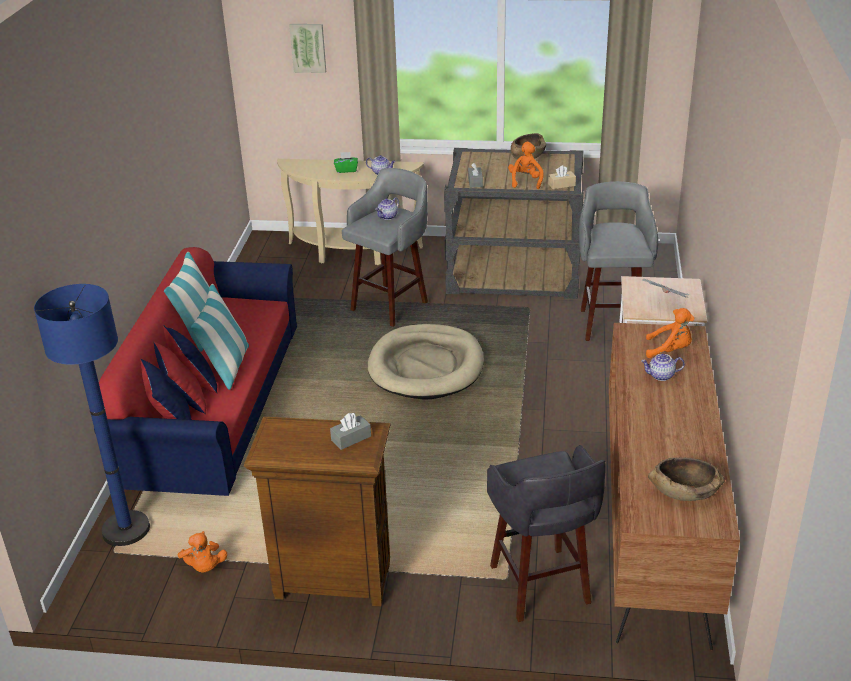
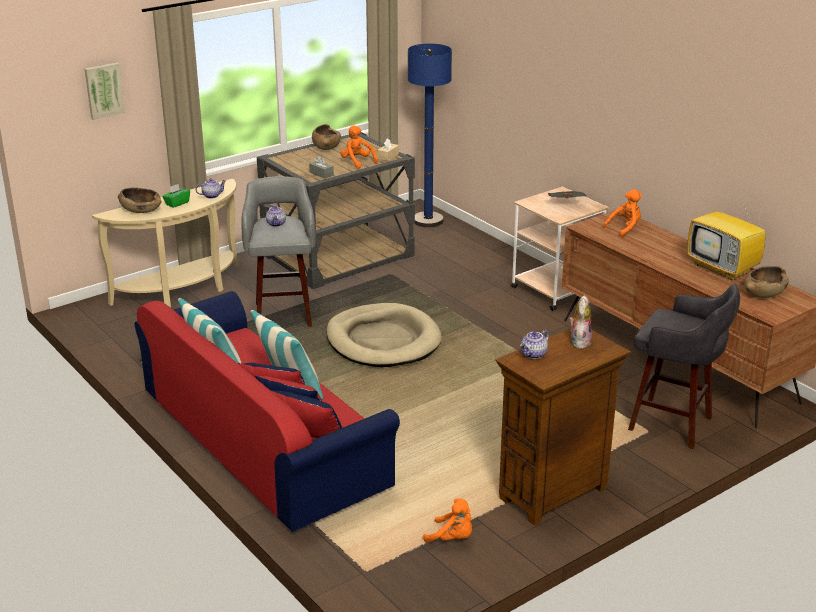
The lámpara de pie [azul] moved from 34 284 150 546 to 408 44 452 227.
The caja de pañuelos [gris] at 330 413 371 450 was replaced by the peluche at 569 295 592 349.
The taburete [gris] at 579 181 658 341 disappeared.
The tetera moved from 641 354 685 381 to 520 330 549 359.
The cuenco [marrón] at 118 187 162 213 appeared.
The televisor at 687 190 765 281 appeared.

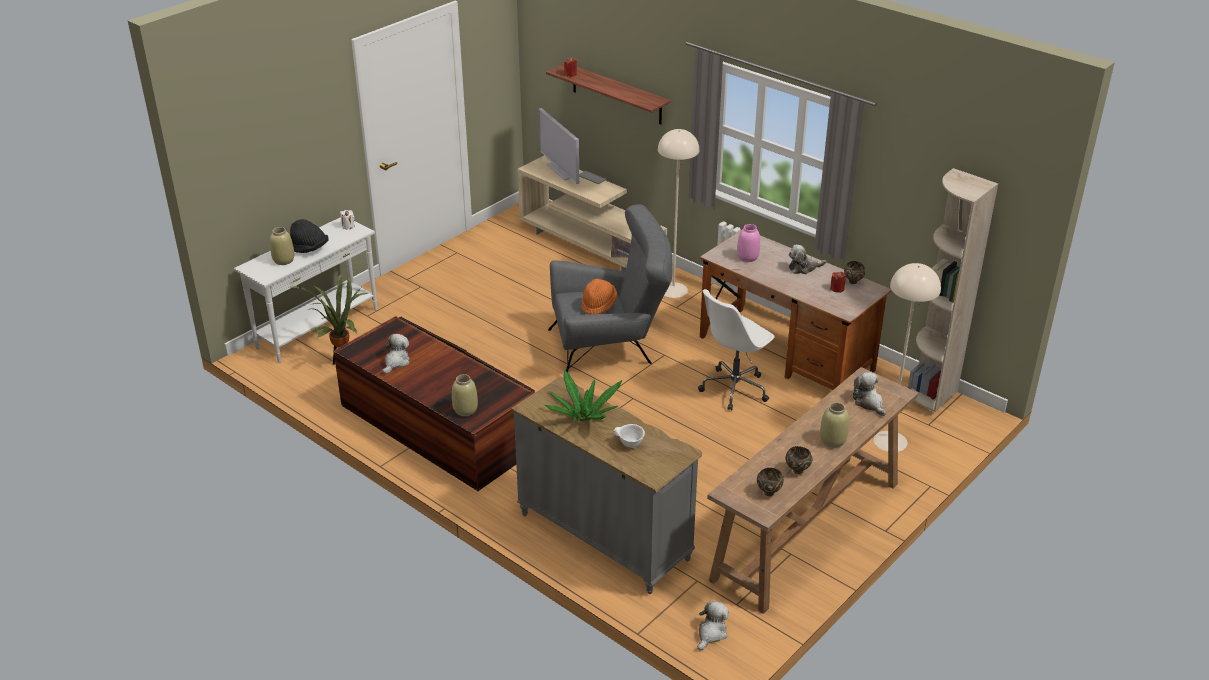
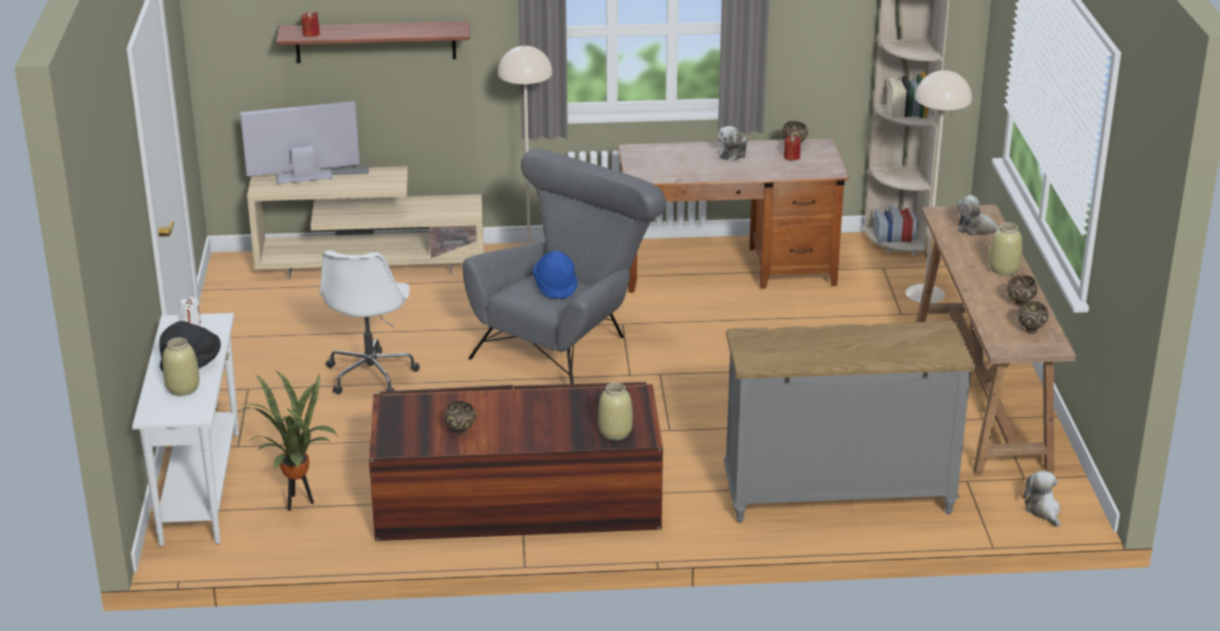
The peluche at 382 334 410 374 was replaced by the cuenco [marrón] at 444 401 476 435.
The televisor at 539 108 579 184 turned 150 degrees clockwise.
The planta en maceta at 545 370 622 421 disappeared.
The sombrero [naranja] at 582 279 617 314 became the sombrero [azul] at 533 251 578 299.
The cuenco [blanco] at 613 424 645 448 disappeared.
The silla de oficina [blanco] moved from 698 289 775 411 to 320 250 420 394.
The florero [rosa] at 737 224 760 262 disappeared.

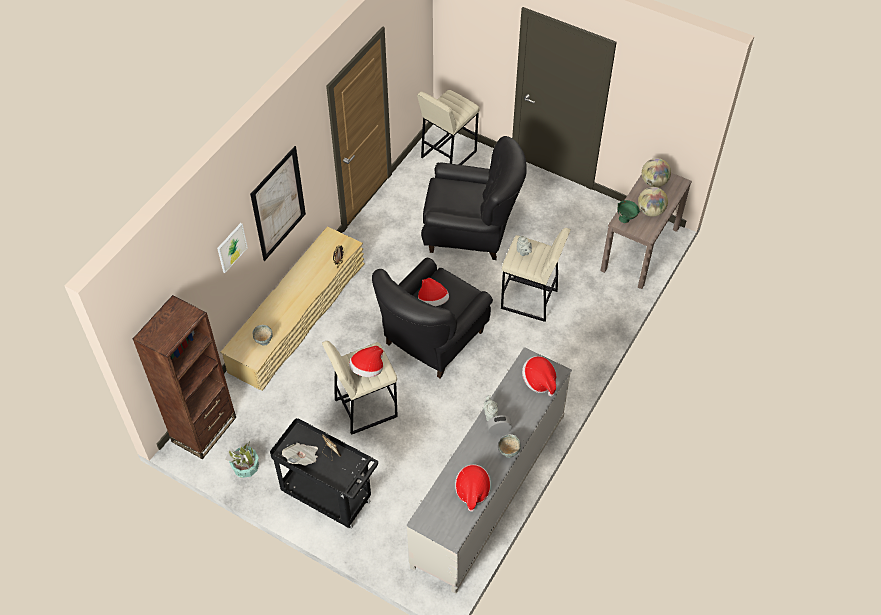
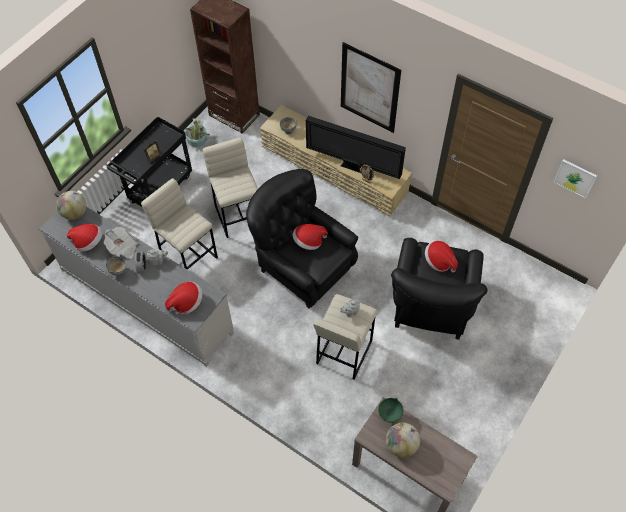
The cuadro moved from 217 223 248 273 to 553 159 597 199.
The periódico moved from 282 443 318 465 to 104 227 137 259.
The sombrero moved from 349 346 383 377 to 425 241 458 272.
The taburete [beis] moved from 417 90 480 165 to 141 178 218 270.
The globo terráqueo moved from 642 158 671 187 to 56 191 86 220.
The televisor at 306 116 406 179 appeared.

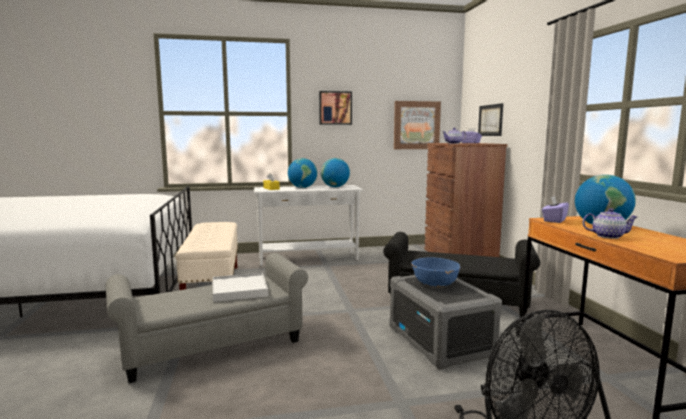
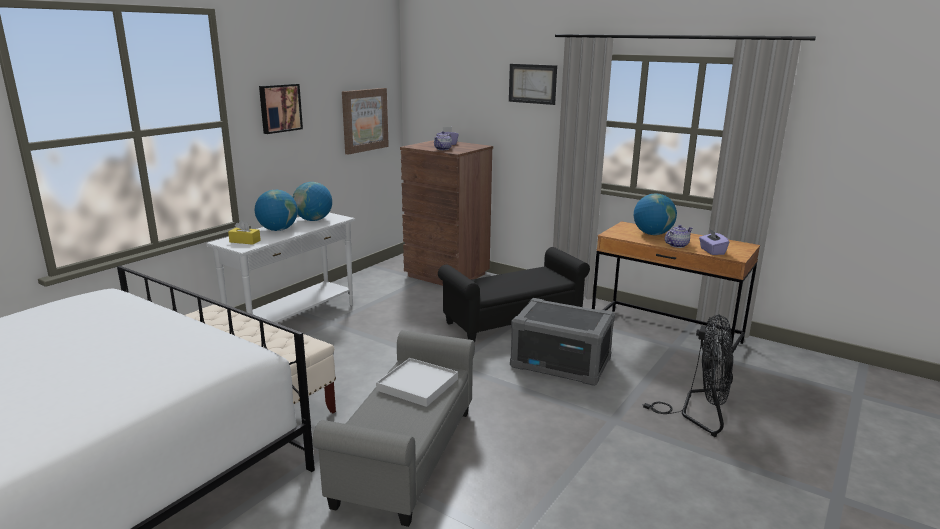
The cuenco [azul] at 412 257 461 287 disappeared.
The cuadro moved from 478 103 503 136 to 509 64 557 105.
The caja de pañuelos [morado] moved from 542 196 569 223 to 699 229 729 255.

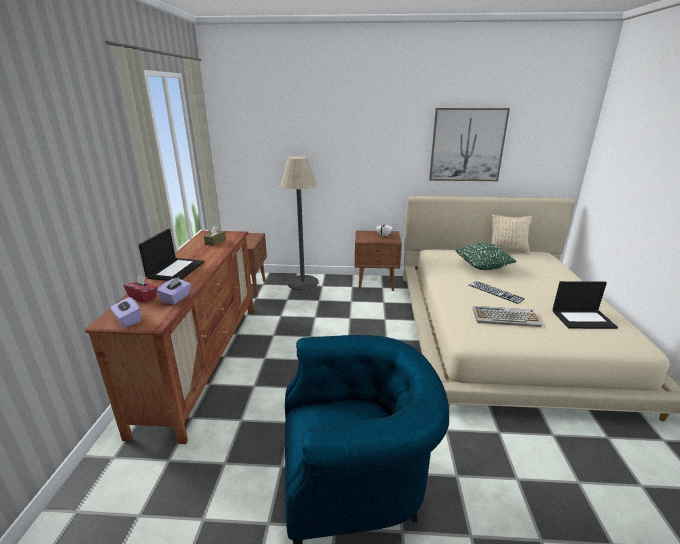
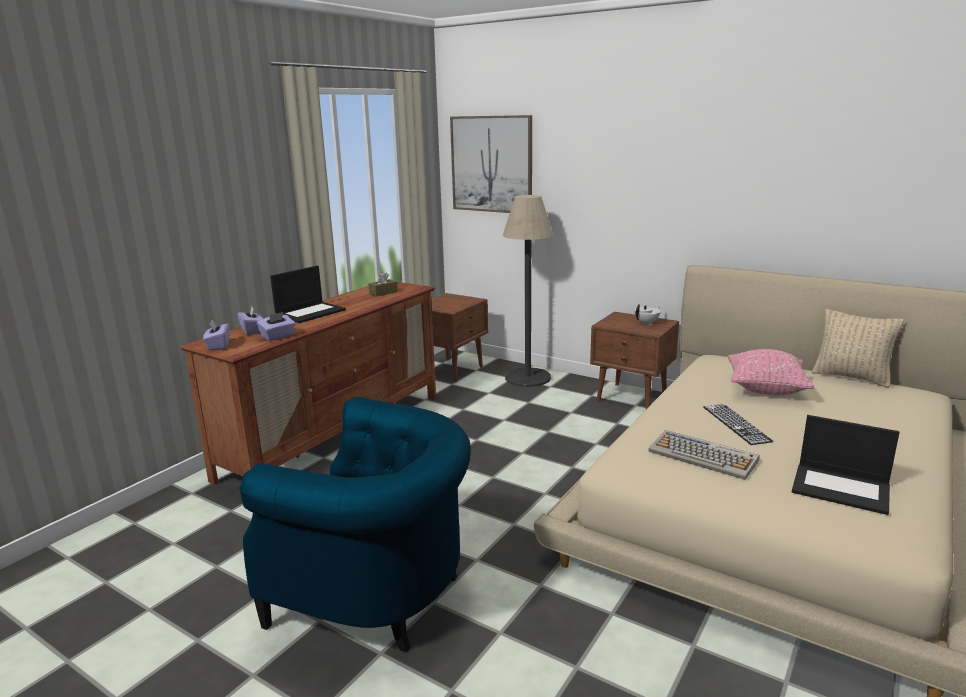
The caja de pañuelos [rojo] at 123 275 158 303 became the caja de pañuelos [morado] at 237 307 263 335.
The cuadro moved from 429 108 510 181 to 450 115 532 213.
The cojín [verde] at 455 243 516 270 became the cojín [rosa] at 728 349 814 396.

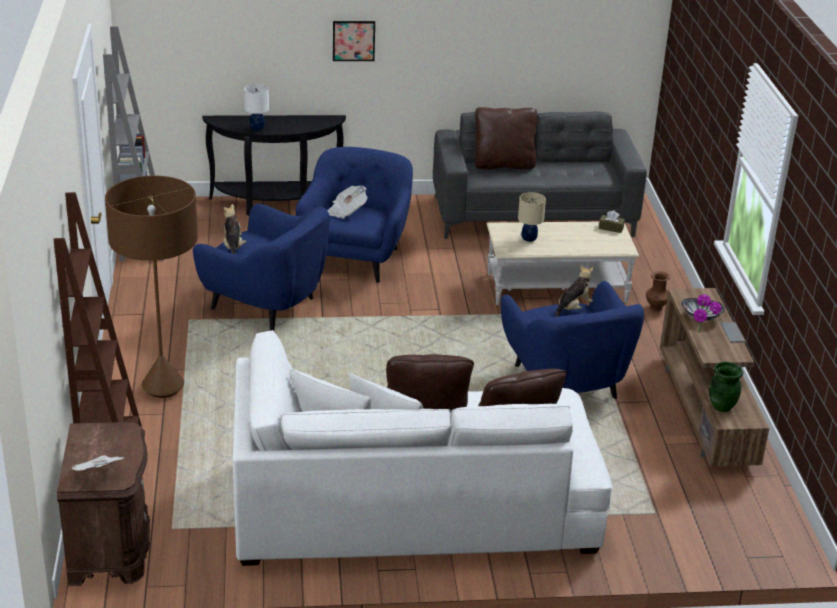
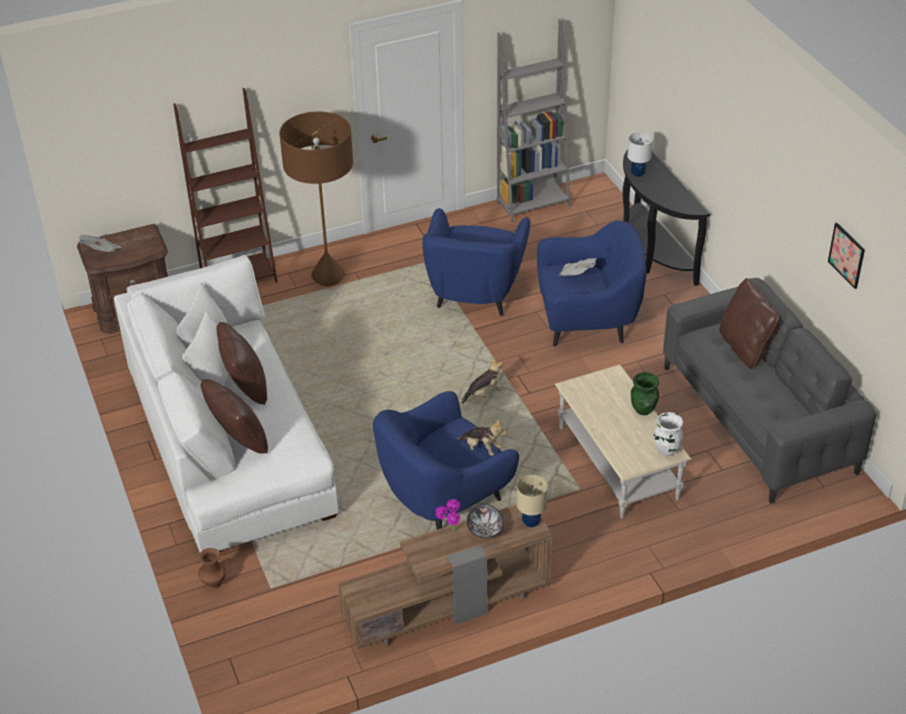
The peluche moved from 223 204 246 254 to 462 359 502 404.
The cuadro moved from 333 21 375 61 to 828 223 865 289.
The lámpara de mesa [beis] moved from 518 192 546 242 to 517 475 548 527.
The caja de pañuelos [marrón] at 599 210 625 233 was replaced by the florero [blanco] at 654 412 683 456.
The florero [marrón] moved from 646 271 670 312 to 198 548 226 589.
The florero [verde] moved from 709 362 743 412 to 631 372 659 415.

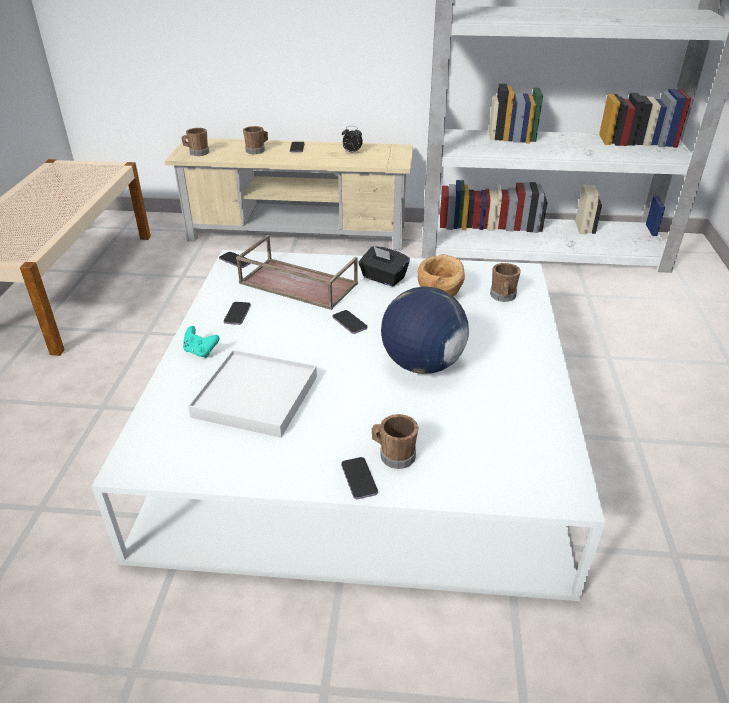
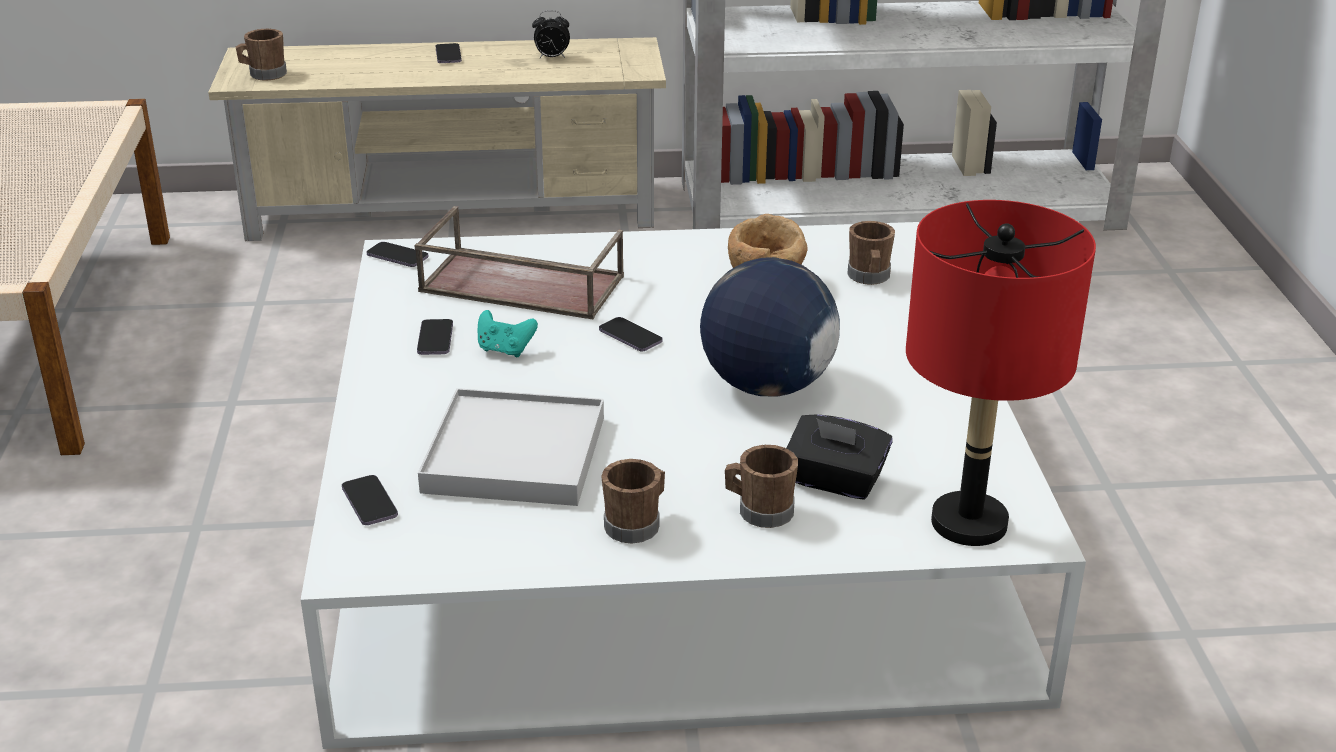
The mando de consola [turquesa] moved from 183 326 219 358 to 478 310 538 357.
The taza grande [marrón] moved from 243 126 268 154 to 601 459 665 544.
The móvil moved from 341 457 378 499 to 342 475 398 525.
The caja de pañuelos [negro] moved from 358 246 410 287 to 787 414 893 500.
The lámpara de mesa [rojo] at 906 200 1096 546 appeared.

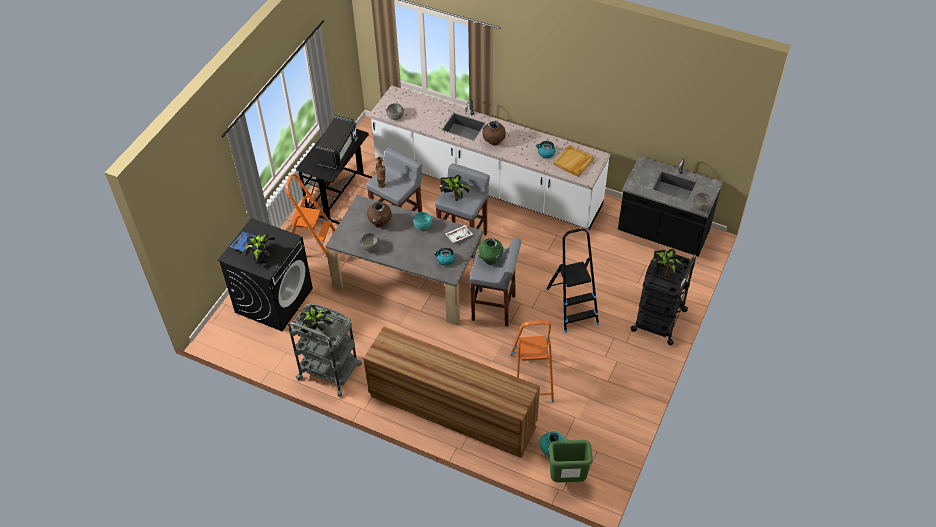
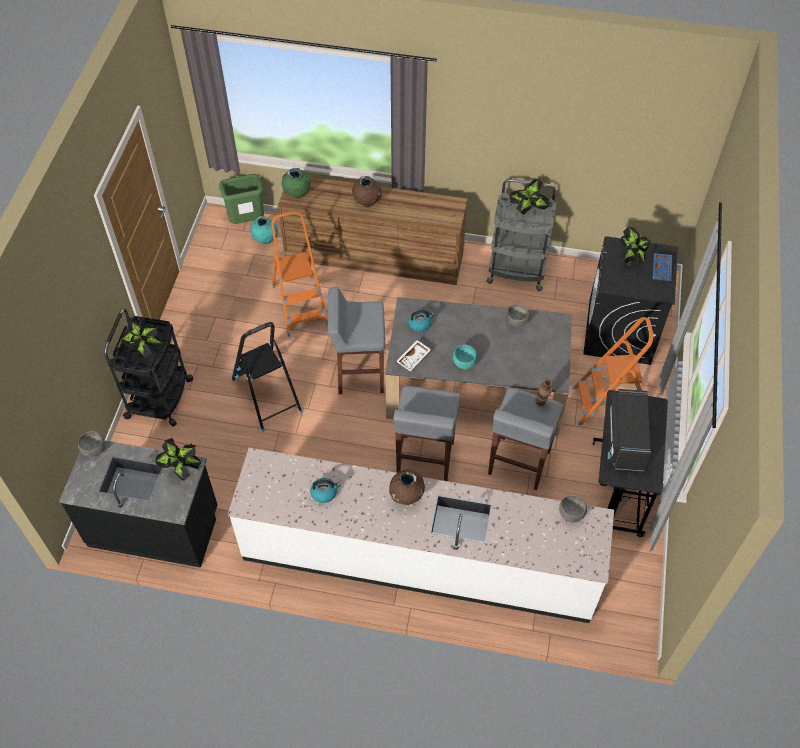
The florero [marrón] moved from 367 202 391 227 to 352 176 382 207.
The planta en maceta moved from 440 175 470 201 to 155 438 201 481.
The florero [verde] moved from 478 238 504 265 to 282 168 311 198.
The bandeja [beis] at 553 145 594 177 disappeared.

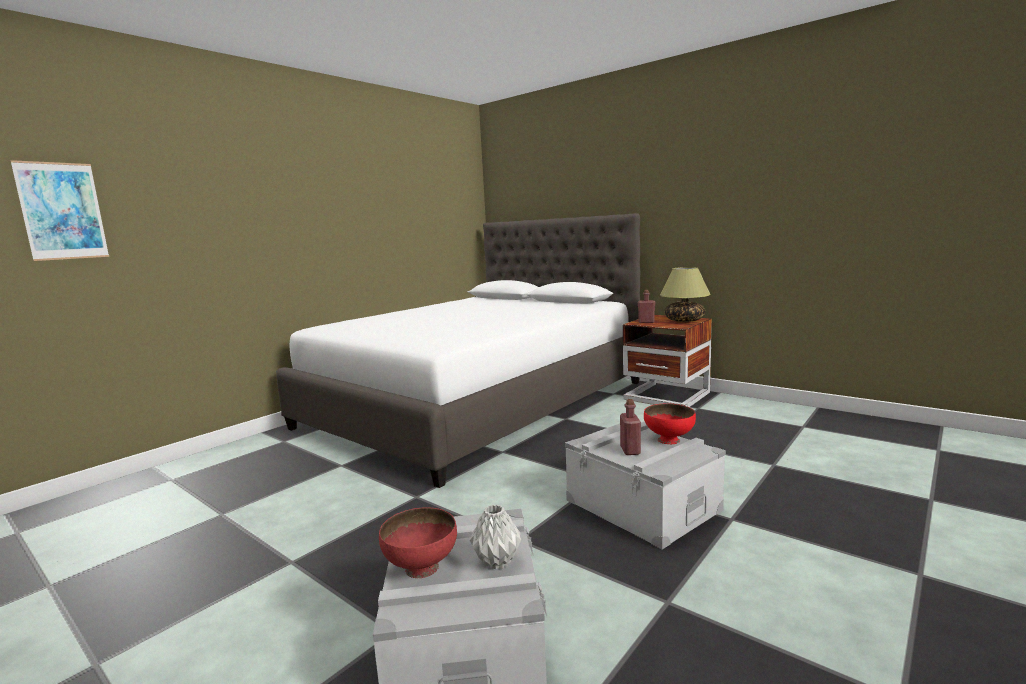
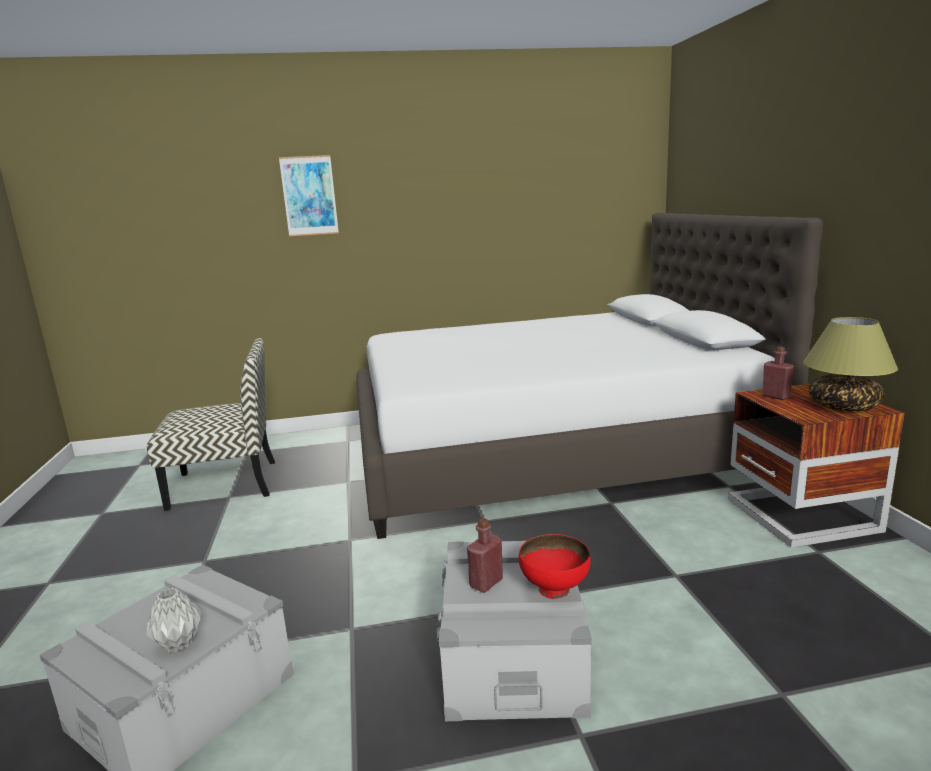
The cuadro moved from 10 160 109 261 to 279 155 339 236.
The cuenco [rojo] at 379 507 457 578 disappeared.
The silla at 147 338 275 511 appeared.

